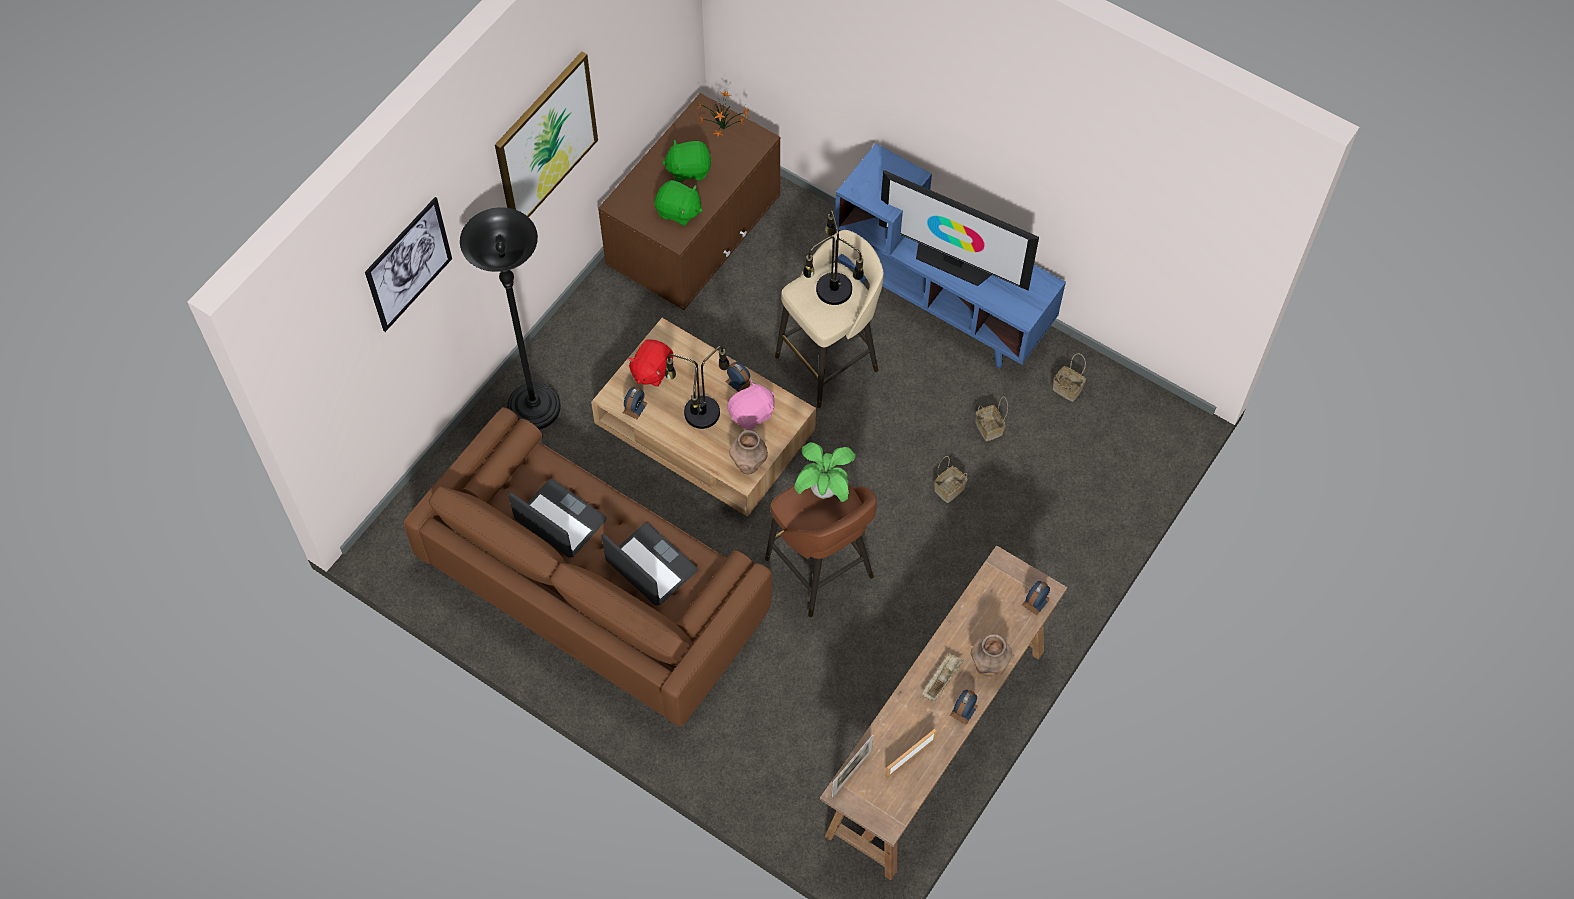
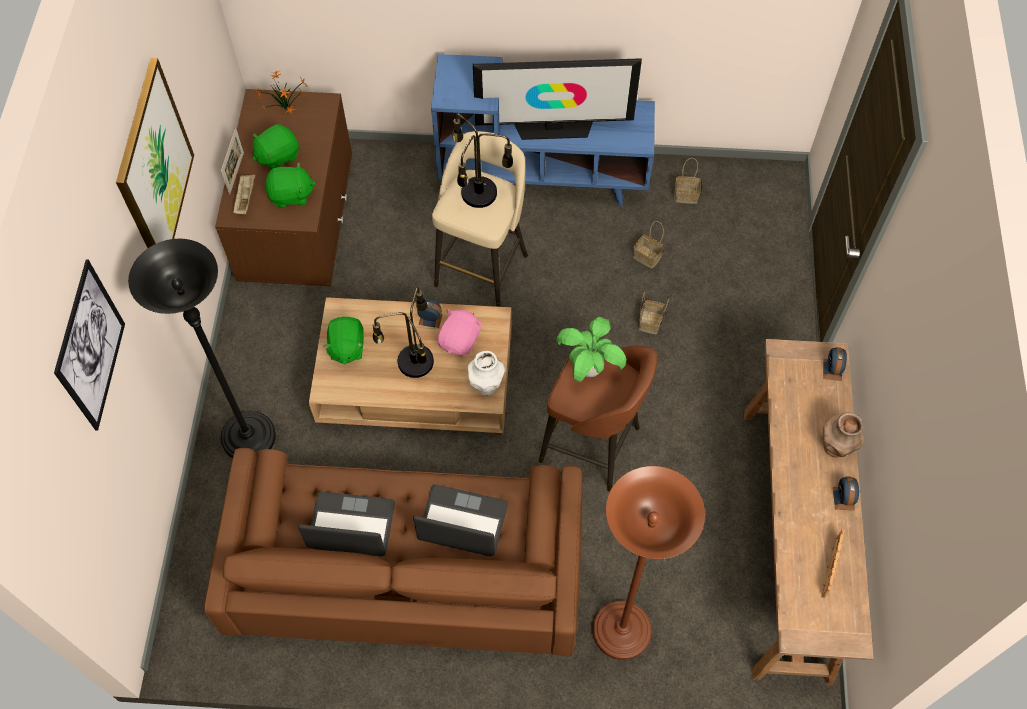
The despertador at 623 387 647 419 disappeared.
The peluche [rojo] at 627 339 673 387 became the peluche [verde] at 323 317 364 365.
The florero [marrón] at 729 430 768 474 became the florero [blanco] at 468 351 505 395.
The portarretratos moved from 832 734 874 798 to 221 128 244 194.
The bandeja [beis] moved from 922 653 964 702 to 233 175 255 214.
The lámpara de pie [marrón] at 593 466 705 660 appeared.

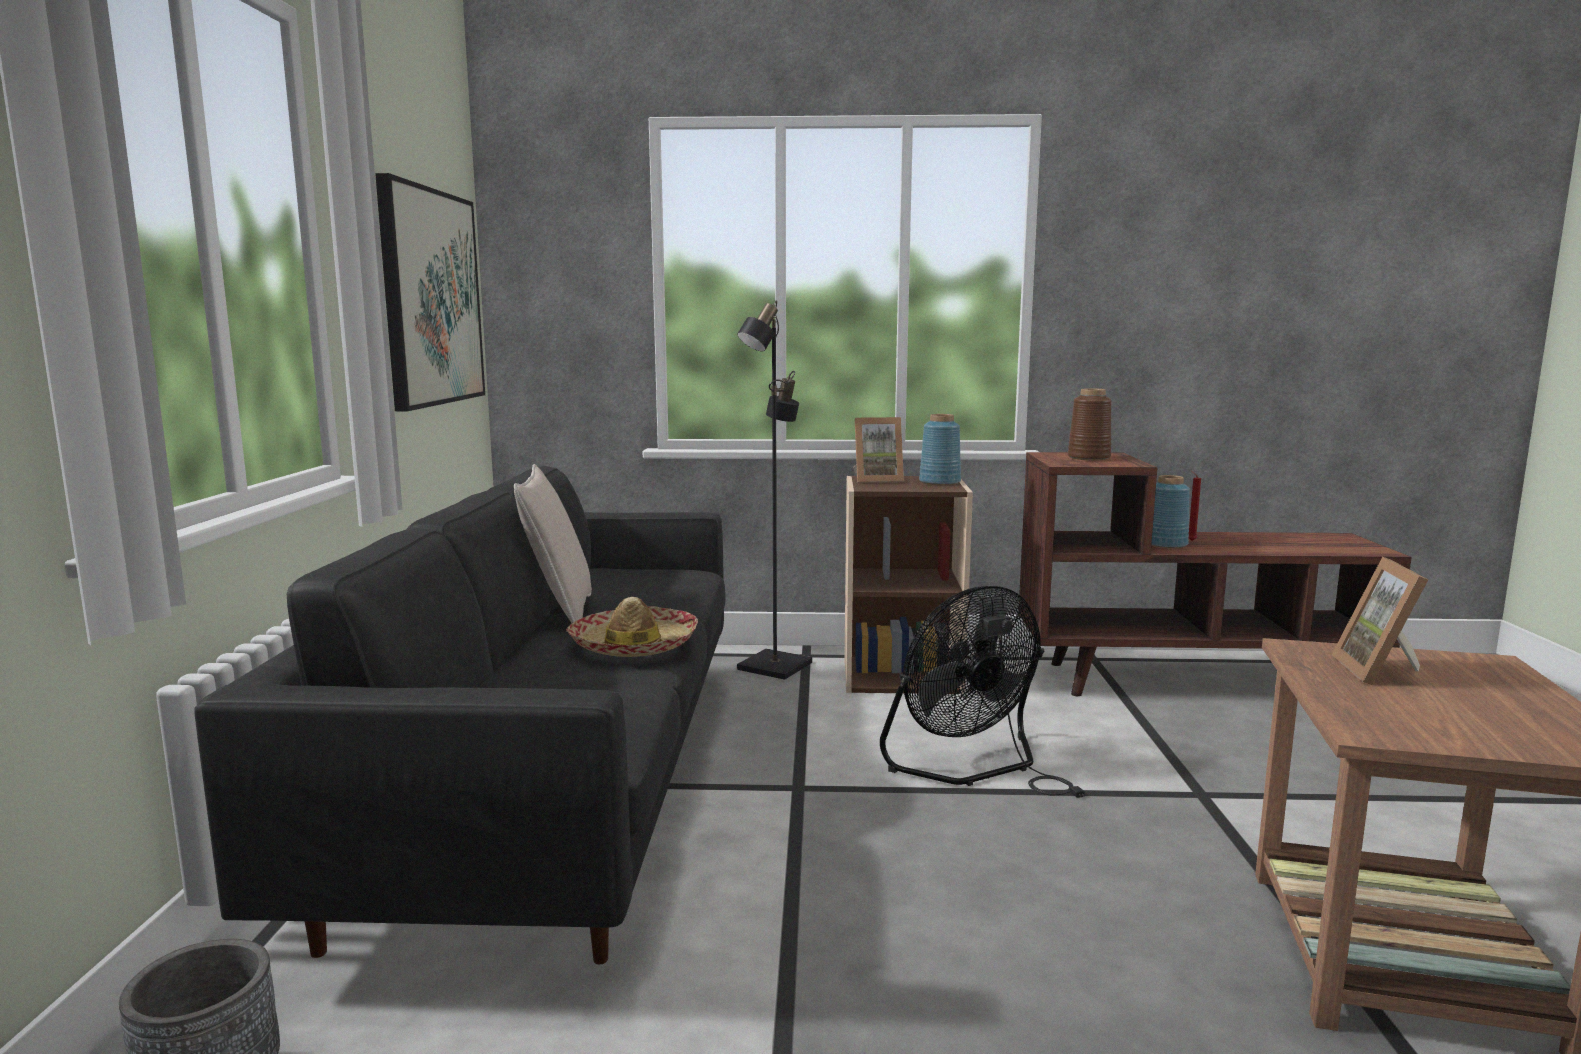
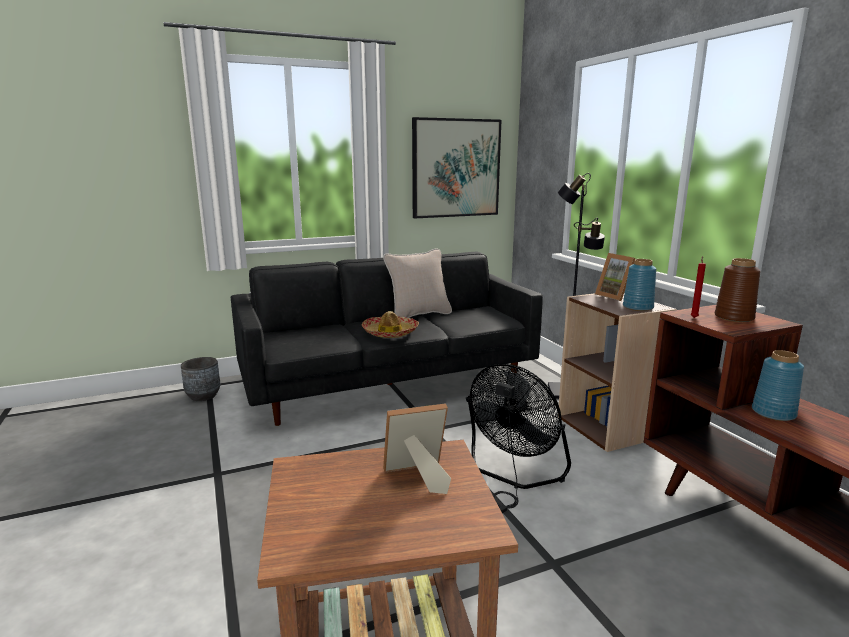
The vela [rojo] moved from 1188 470 1201 541 to 690 256 706 318.

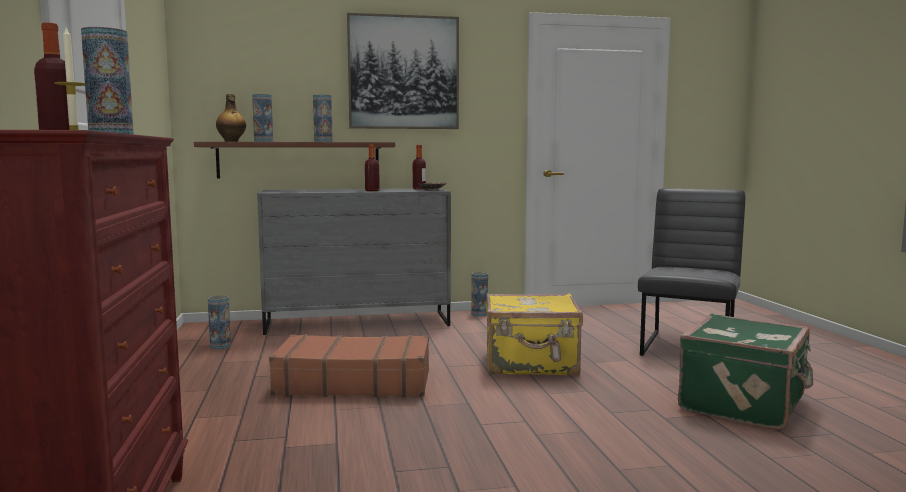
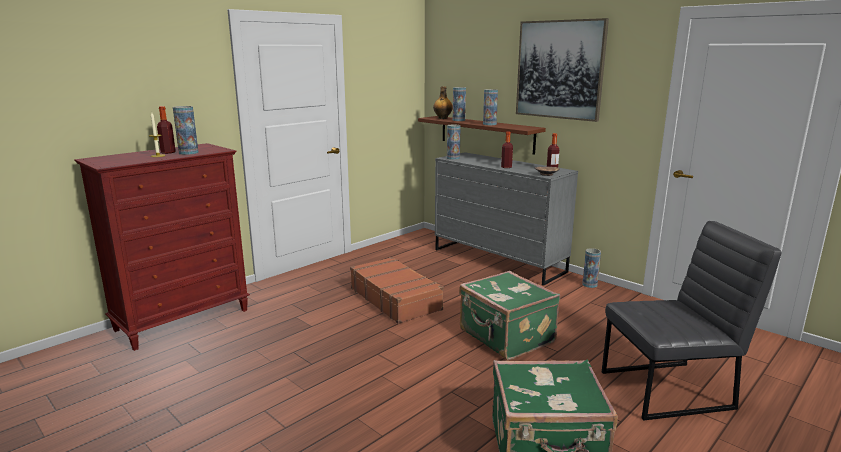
The florero moved from 208 295 231 349 to 447 125 461 160.
The maleta [amarillo] at 486 293 583 376 became the maleta [verde] at 459 271 560 360.

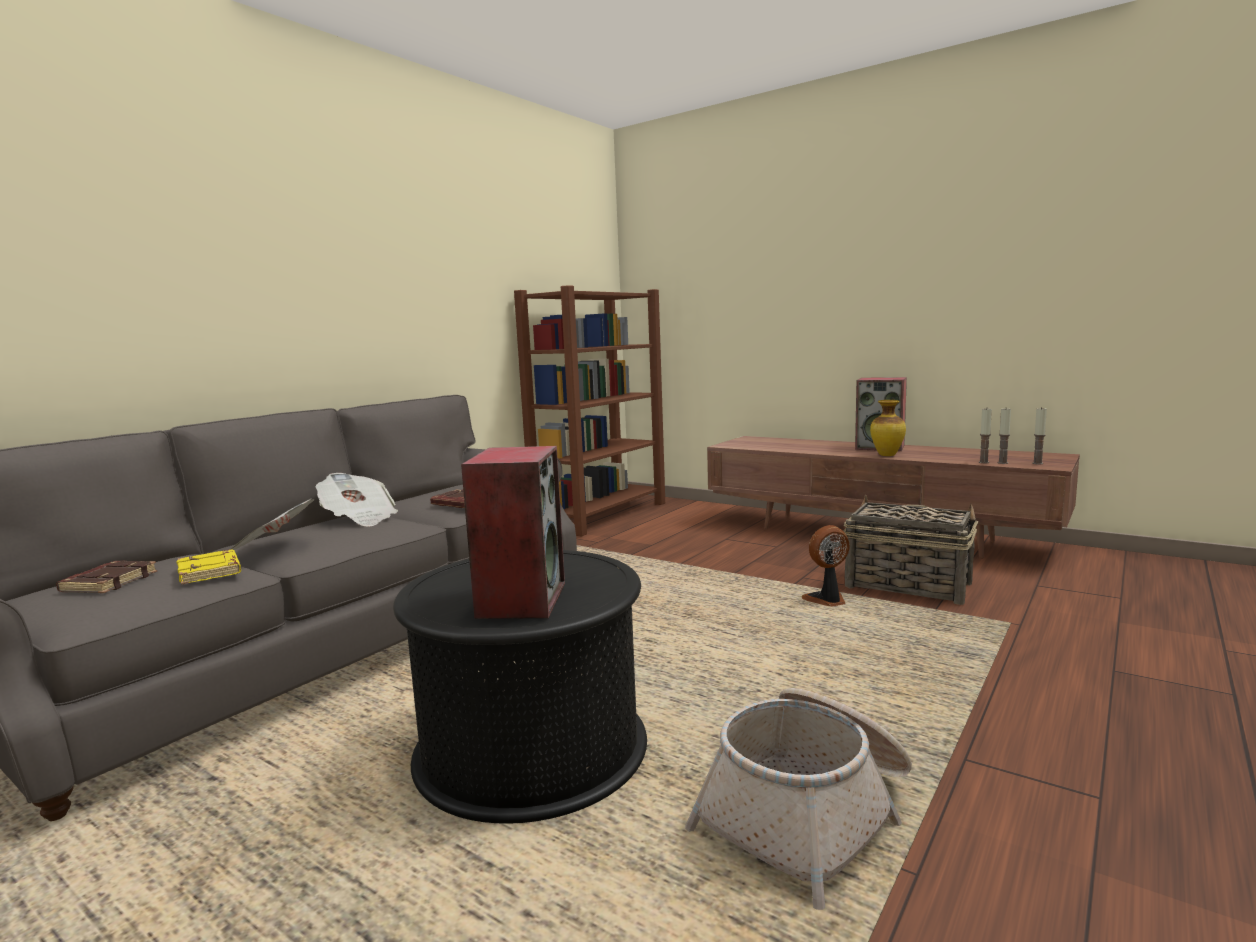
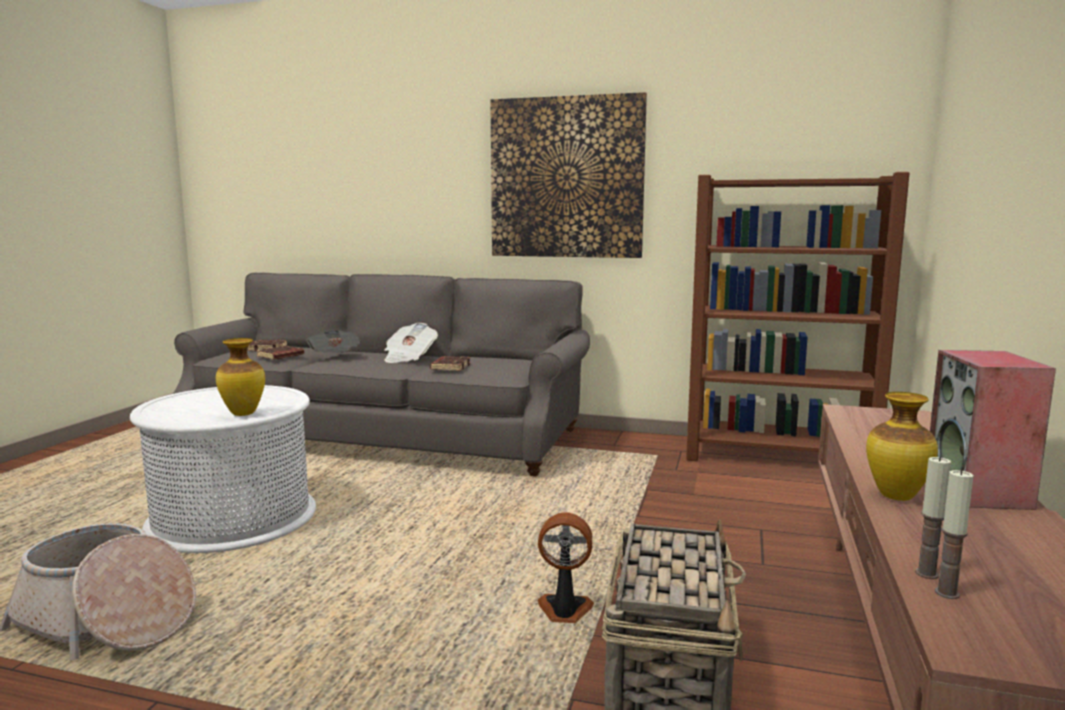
The libro [amarillo] at 176 550 241 585 became the libro [marrón] at 257 346 304 360.
The mesa de centro [negro] at 393 550 647 824 became the mesa de centro [blanco] at 130 385 316 553.
The altavoz at 461 446 565 619 disappeared.
The ventilador at 802 525 850 607 turned 45 degrees counterclockwise.
The vela at 1032 407 1047 464 disappeared.
The florero at 216 338 265 416 appeared.
The cuadro at 490 92 647 258 appeared.

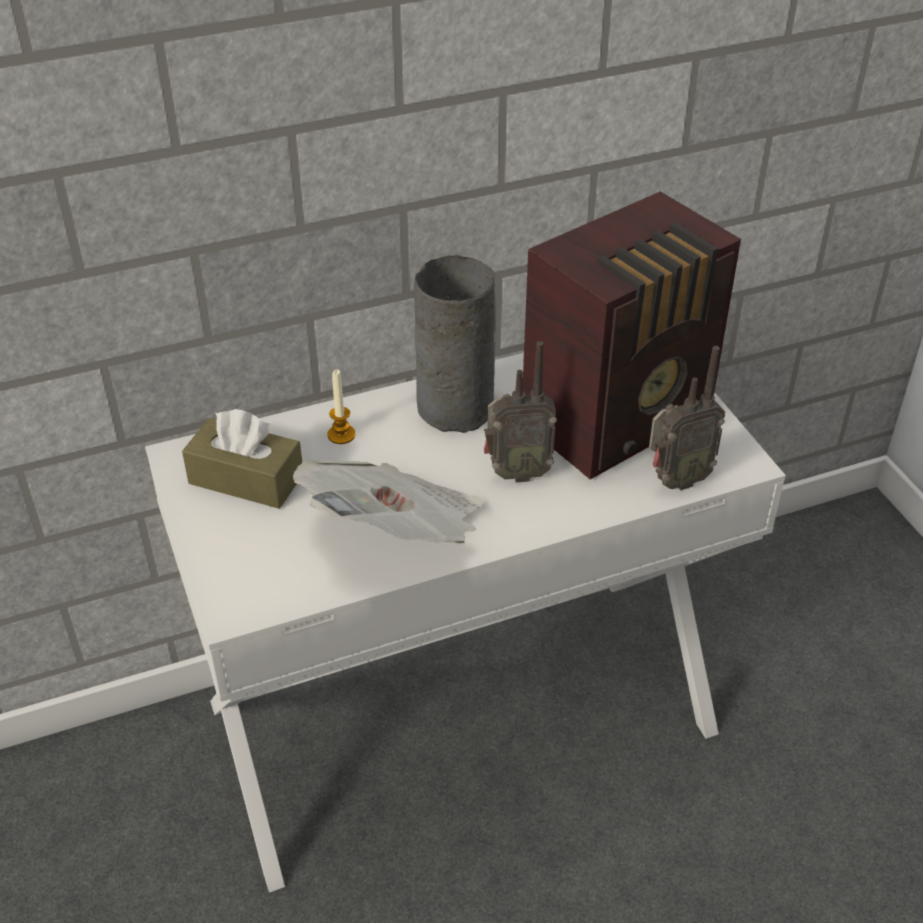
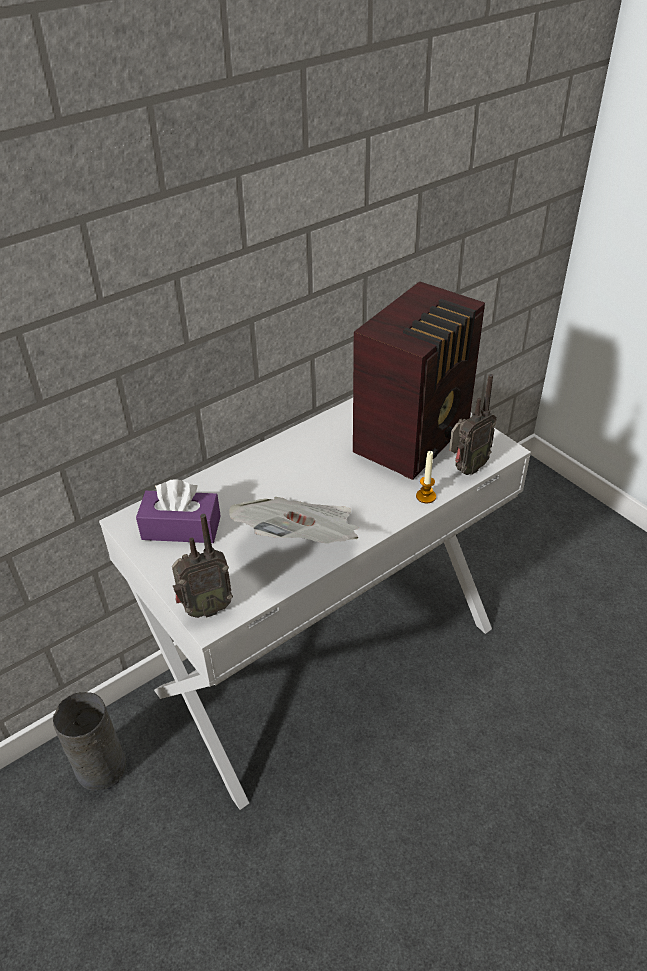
The caja de pañuelos [marrón] at 182 409 302 509 became the caja de pañuelos [morado] at 136 479 221 543.
The vela moved from 328 370 356 444 to 416 451 436 503.
The florero [gris] moved from 414 255 495 433 to 53 692 126 792.
The radio moved from 484 341 557 483 to 172 514 233 618.

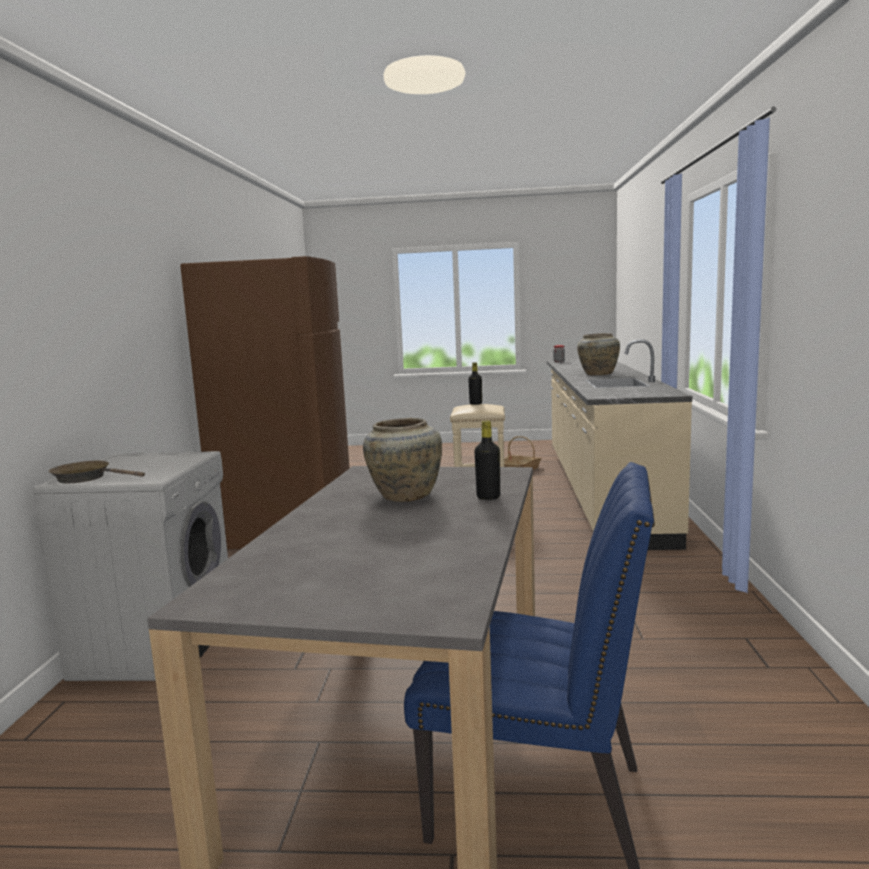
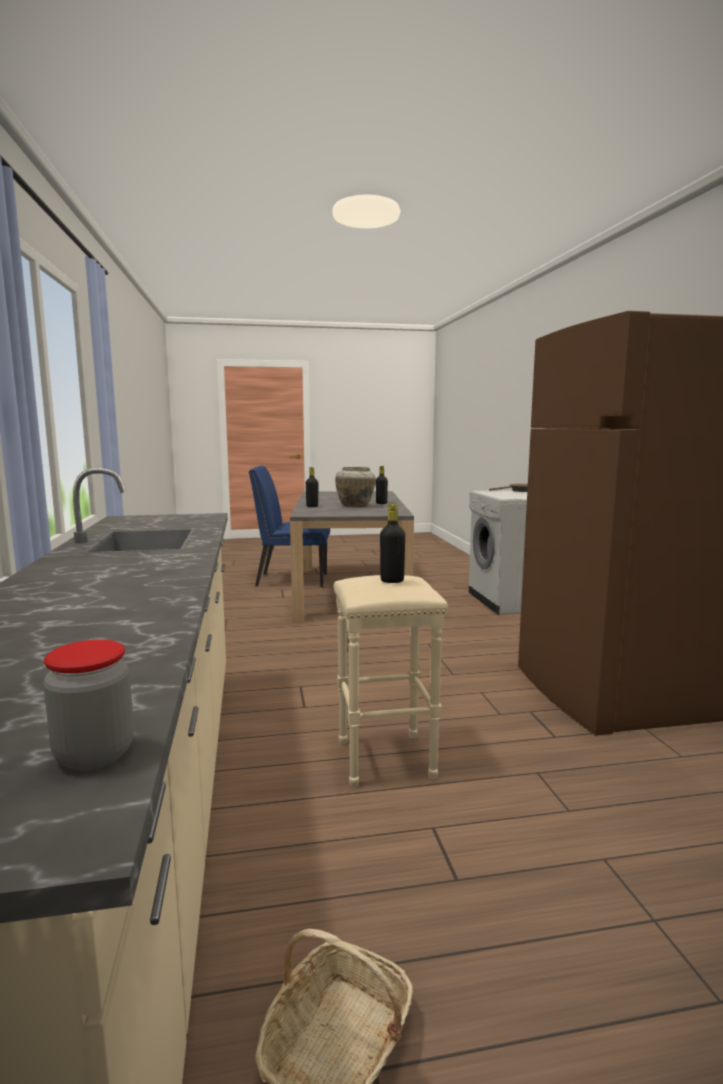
The florero [beis] at 577 333 620 375 disappeared.
The botella [negro] at 376 466 388 504 appeared.

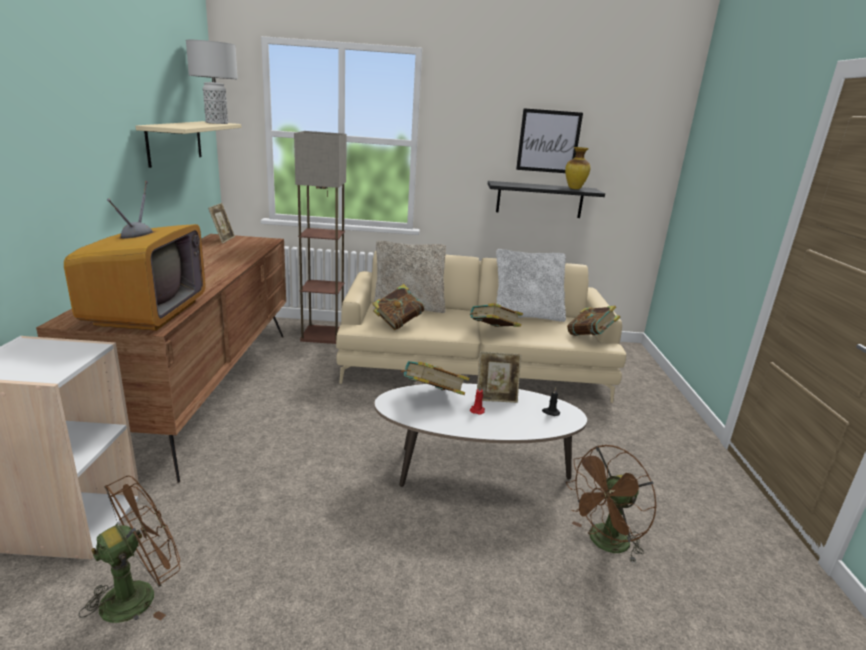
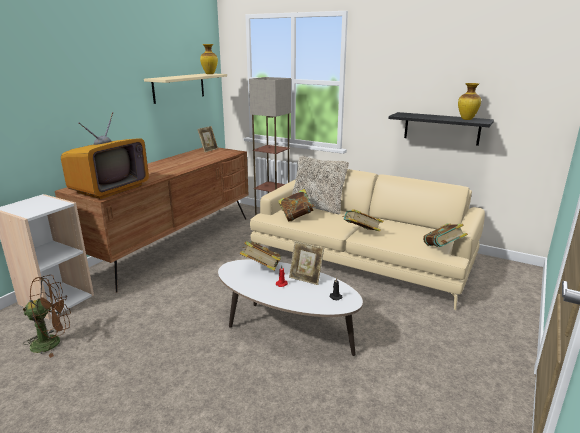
The lámpara de mesa [blanco] at 186 40 238 124 was replaced by the florero at 200 44 218 74.
The cojín [blanco] at 496 249 566 322 disappeared.
The cuadro at 516 108 583 173 disappeared.
The ventilador [marrón] at 566 445 657 564 disappeared.

